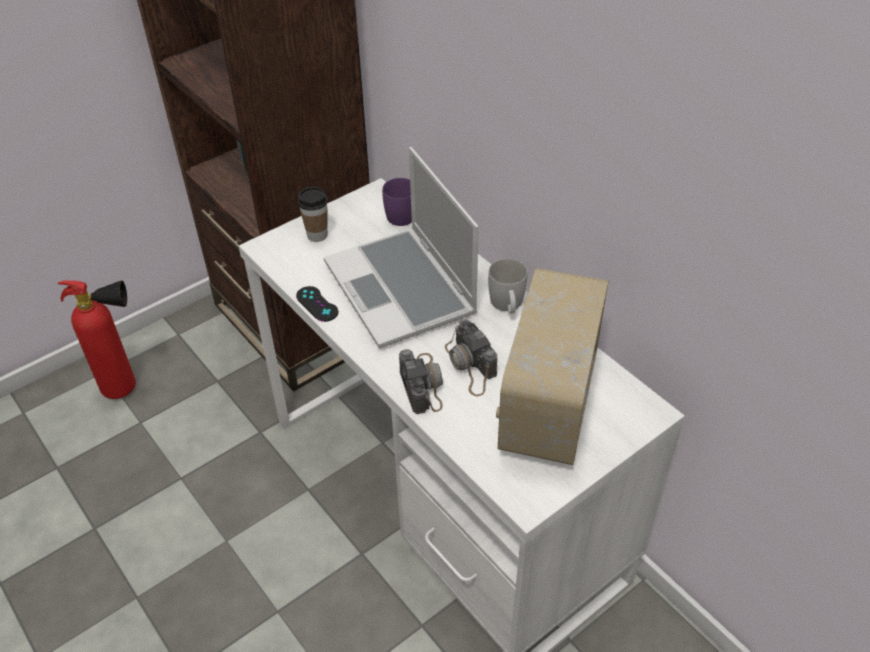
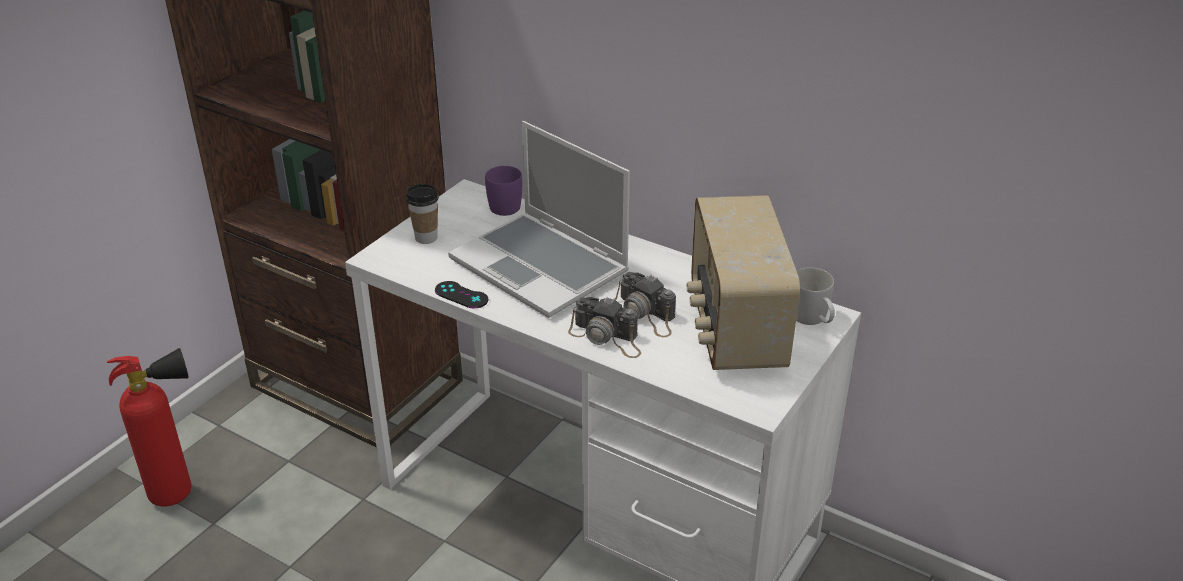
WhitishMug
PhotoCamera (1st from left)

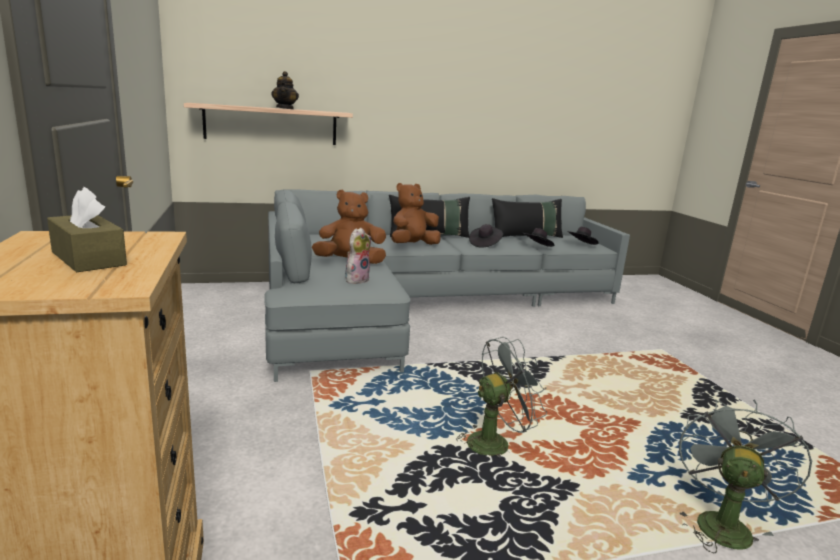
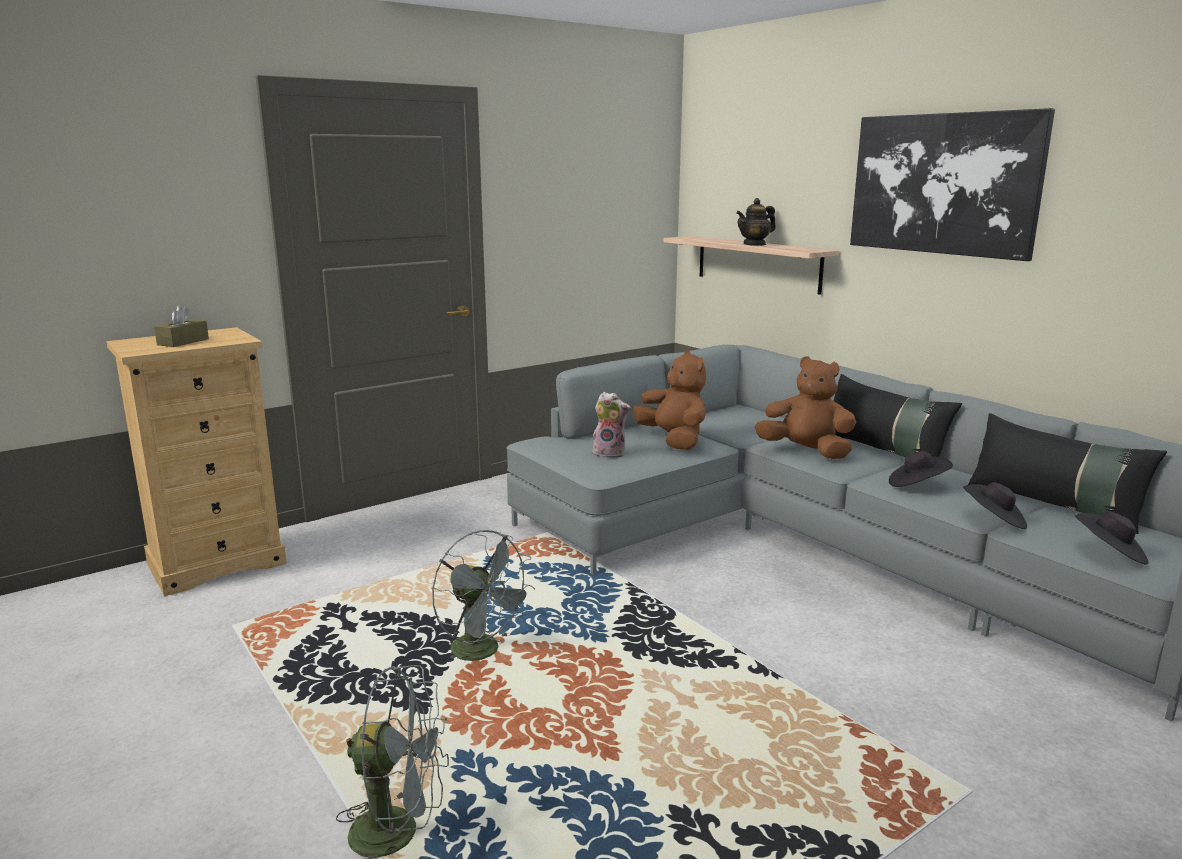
Picture

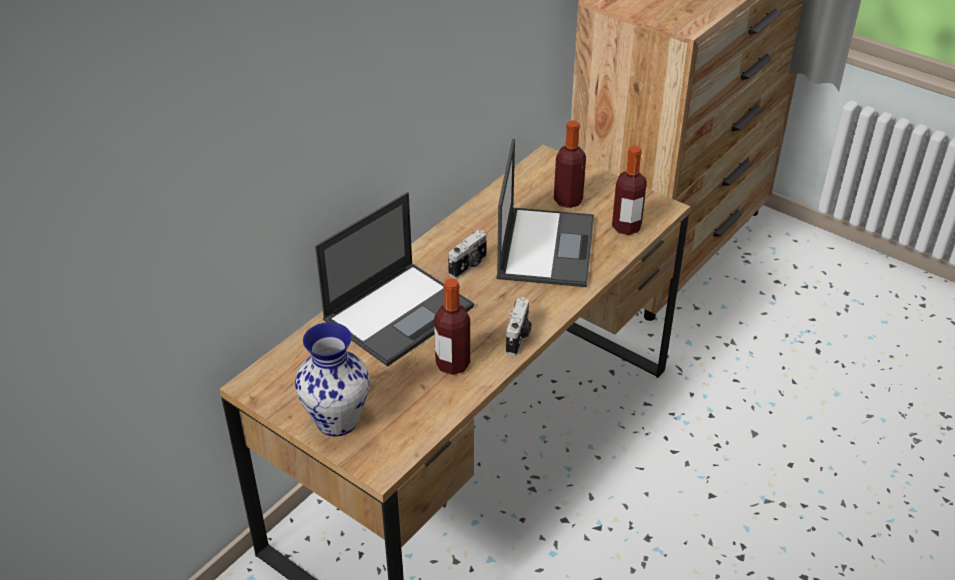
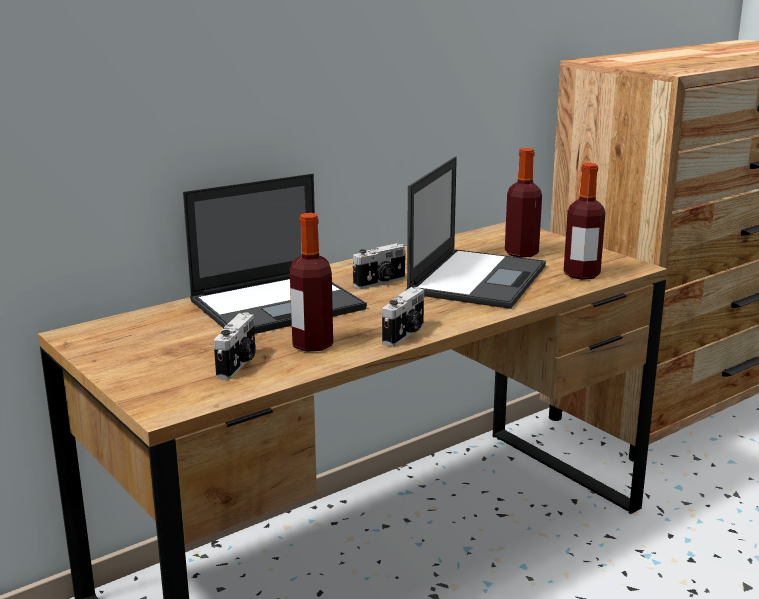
DecorativeVase
PhotoCamera (1st from left)

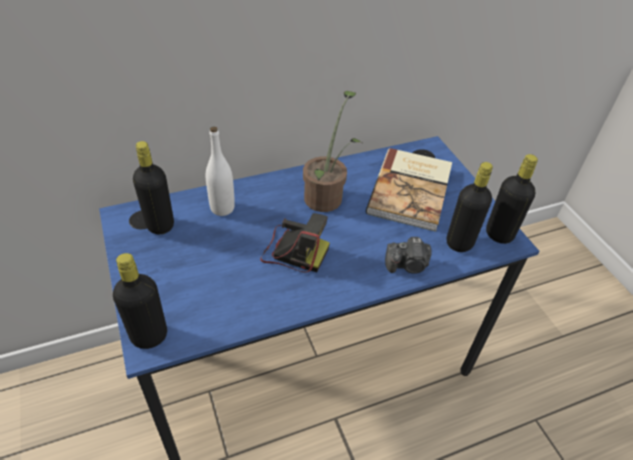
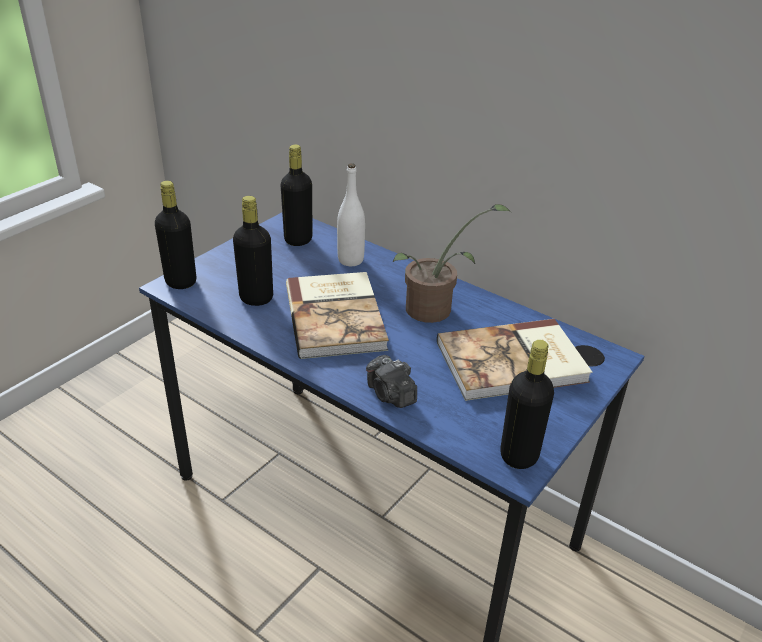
BlackBottle (2nd from left)
BoundBook (1st from left)

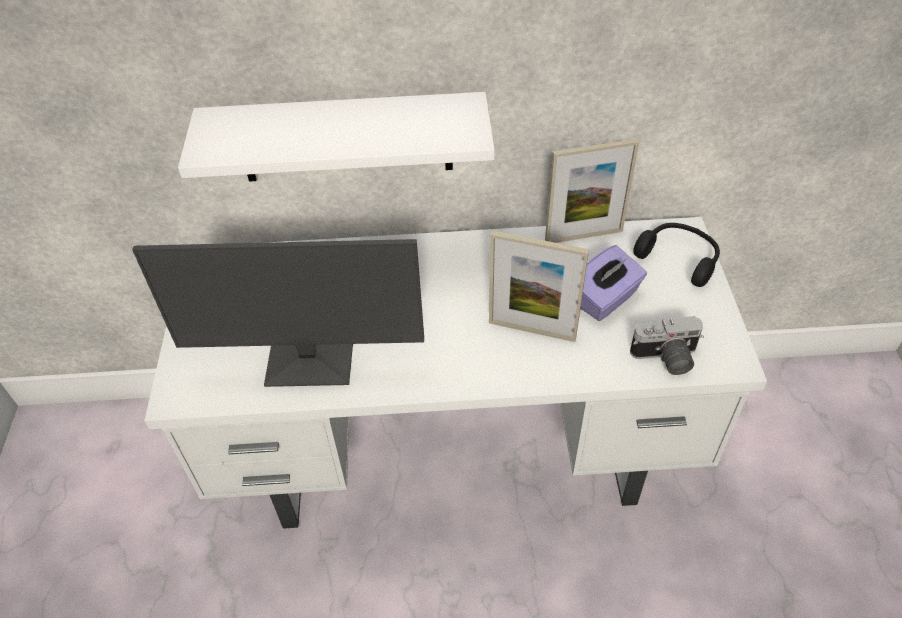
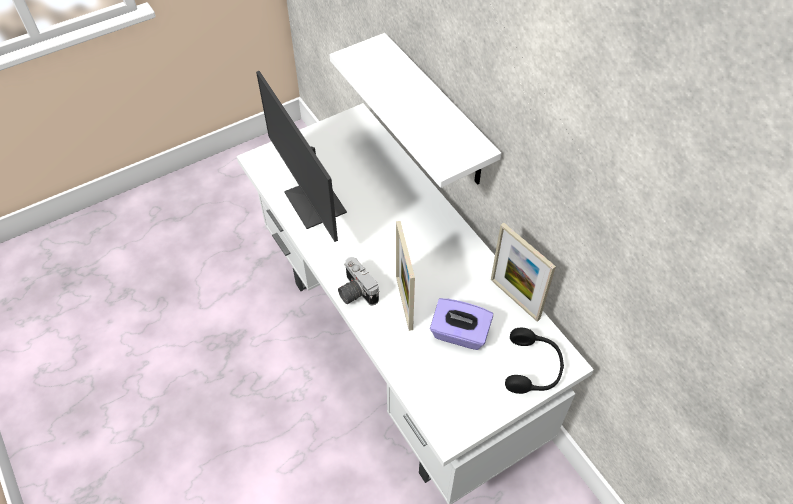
PhotoCamera

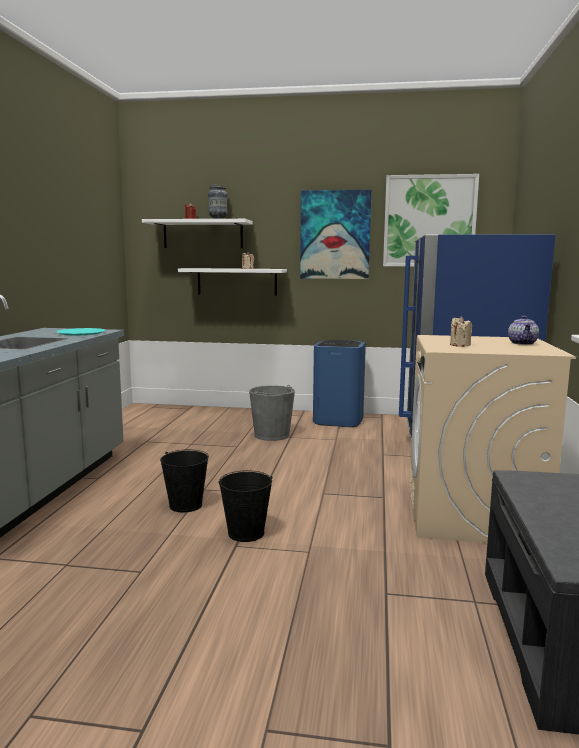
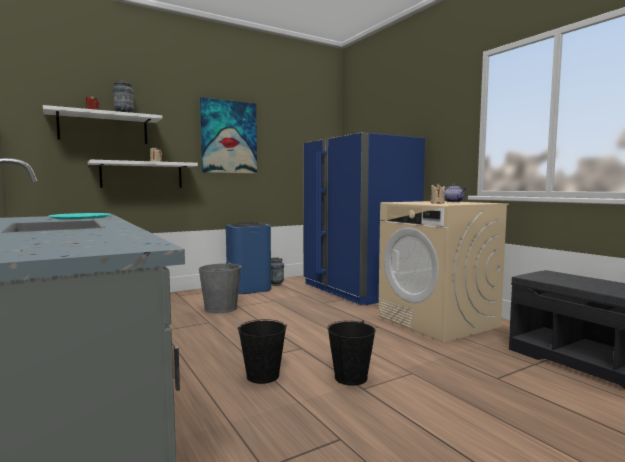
Picture (2nd from left in the first image)
DecorativeVase (2nd from left)

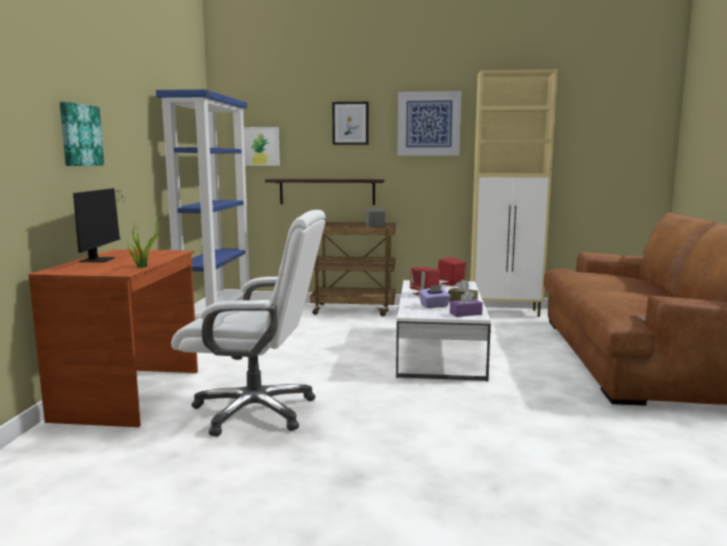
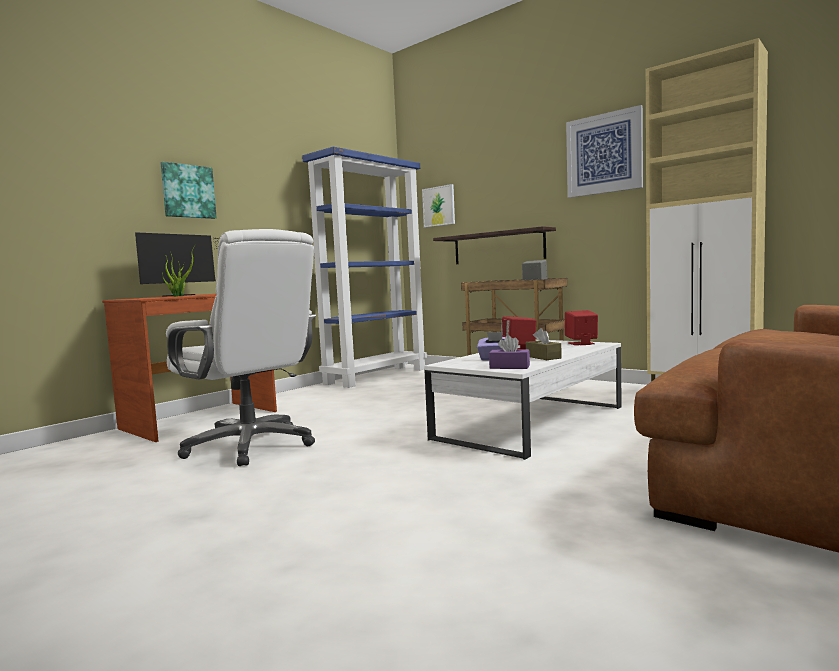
Picture (3rd from left in the first image)

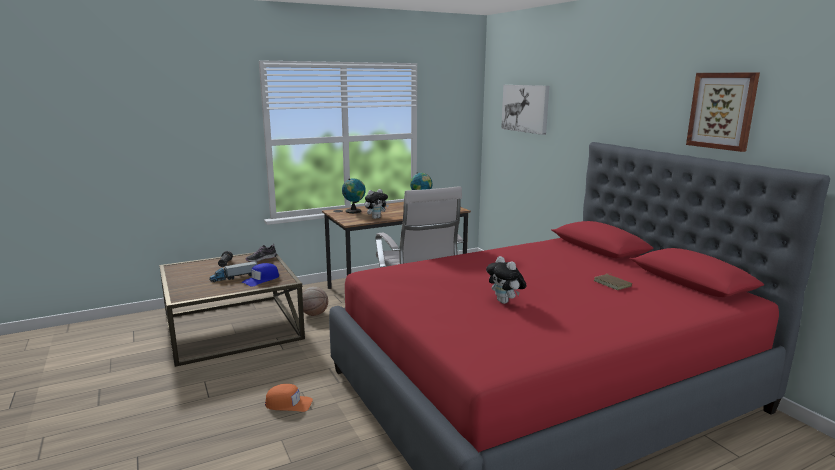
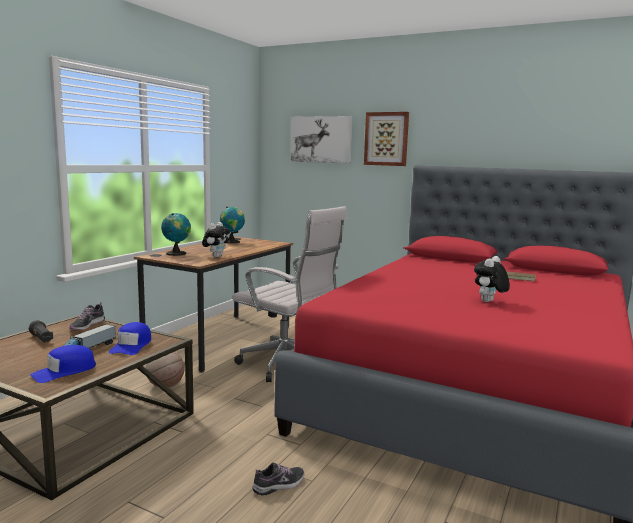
BluishPeakedCap (1st from left)
Picture (2nd from left)
ItemOfFootwear (2nd from left)
PlushToy (2nd from left)

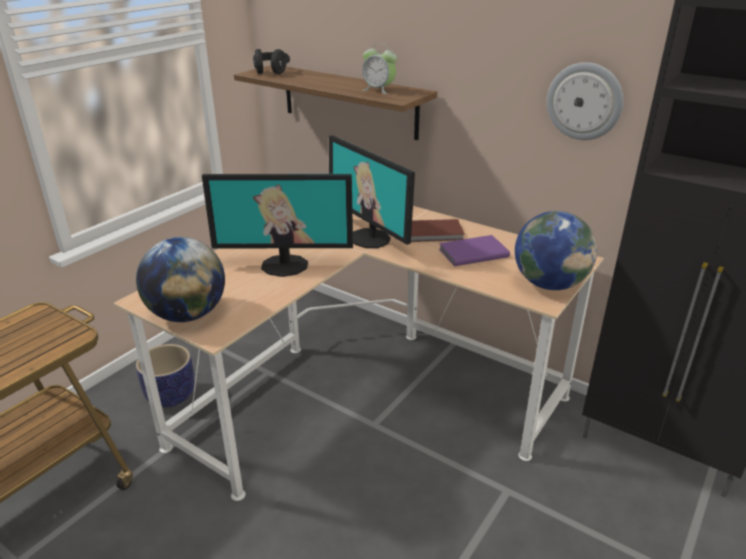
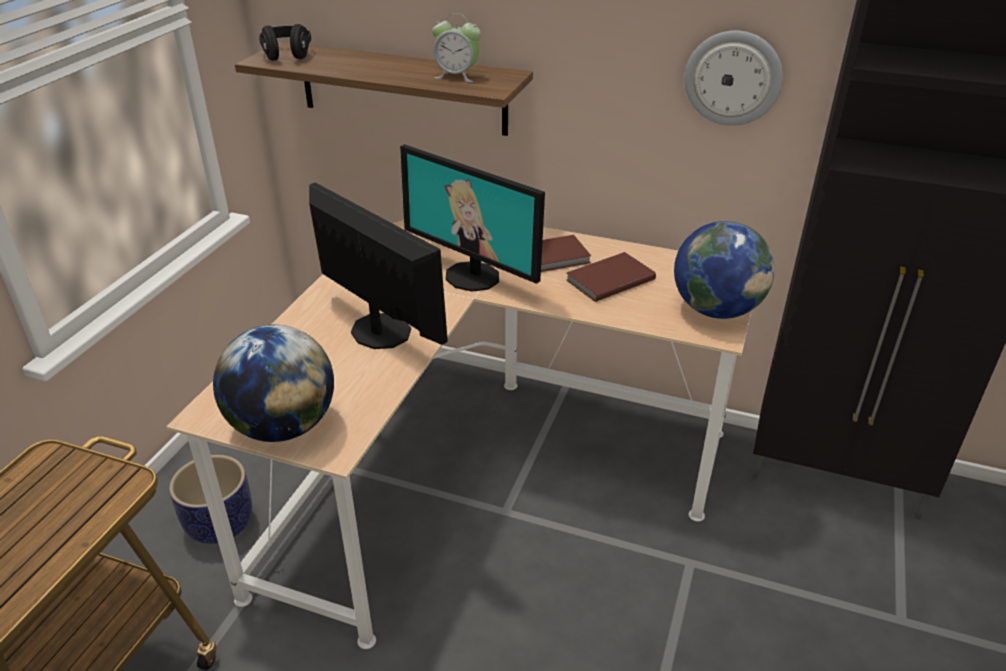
BrownishBoundBook (2nd from left)
Monitor (1st from left)

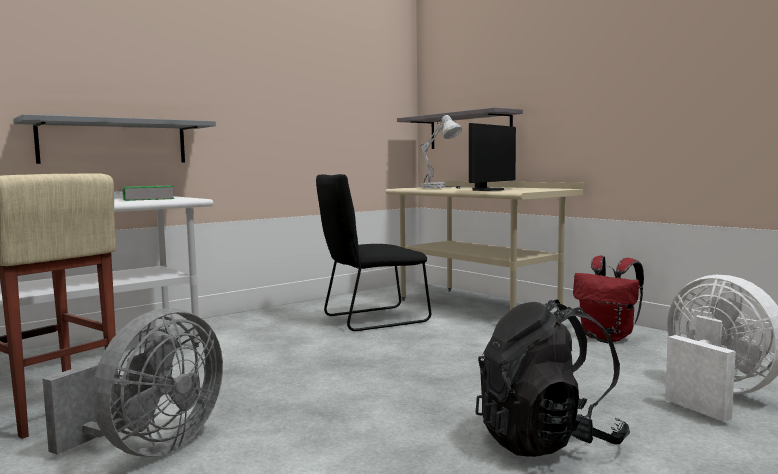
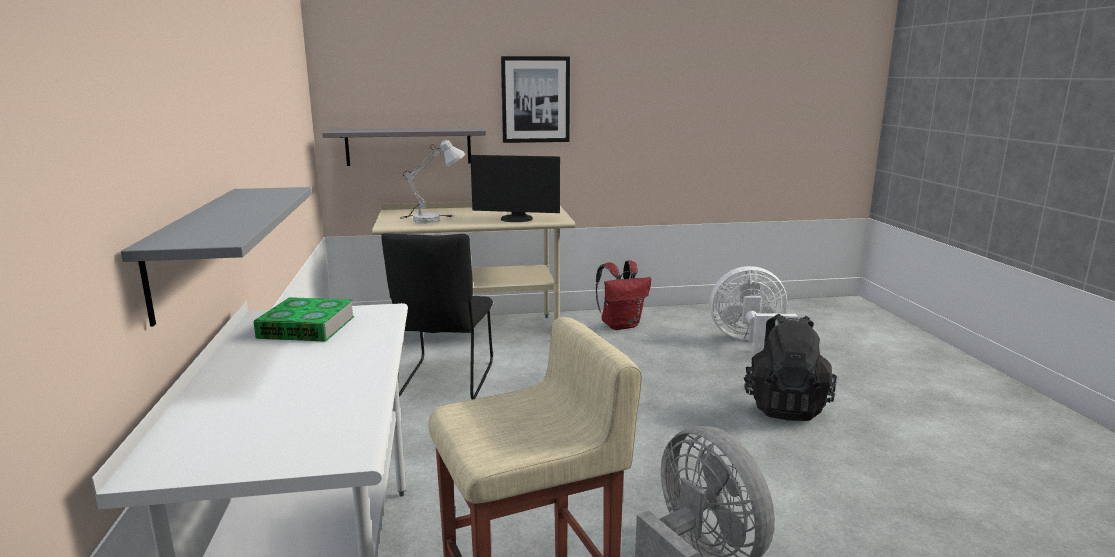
Picture
Monitor

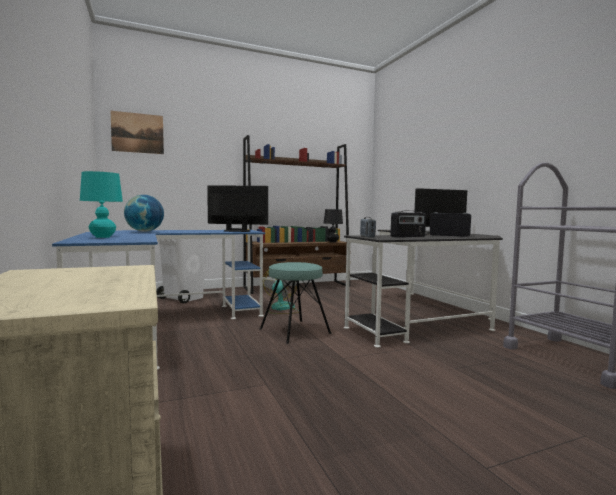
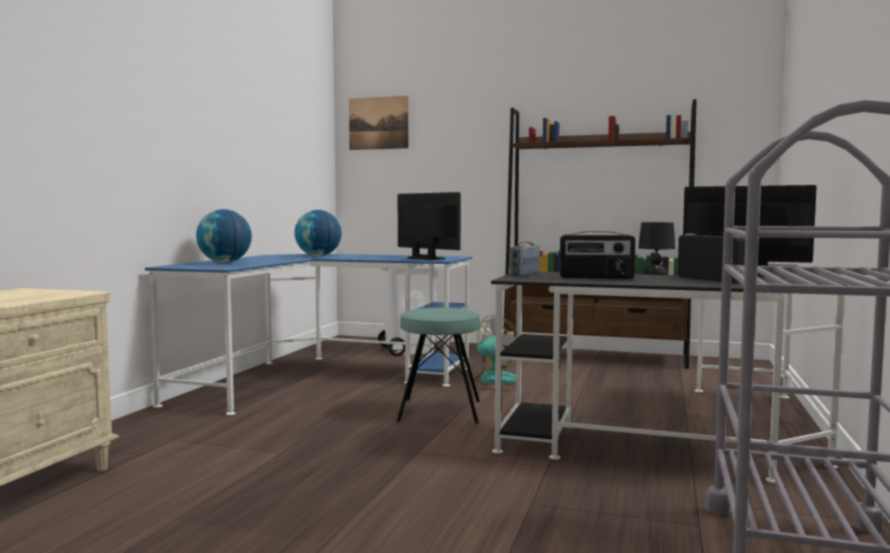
Globe (1st from left)

